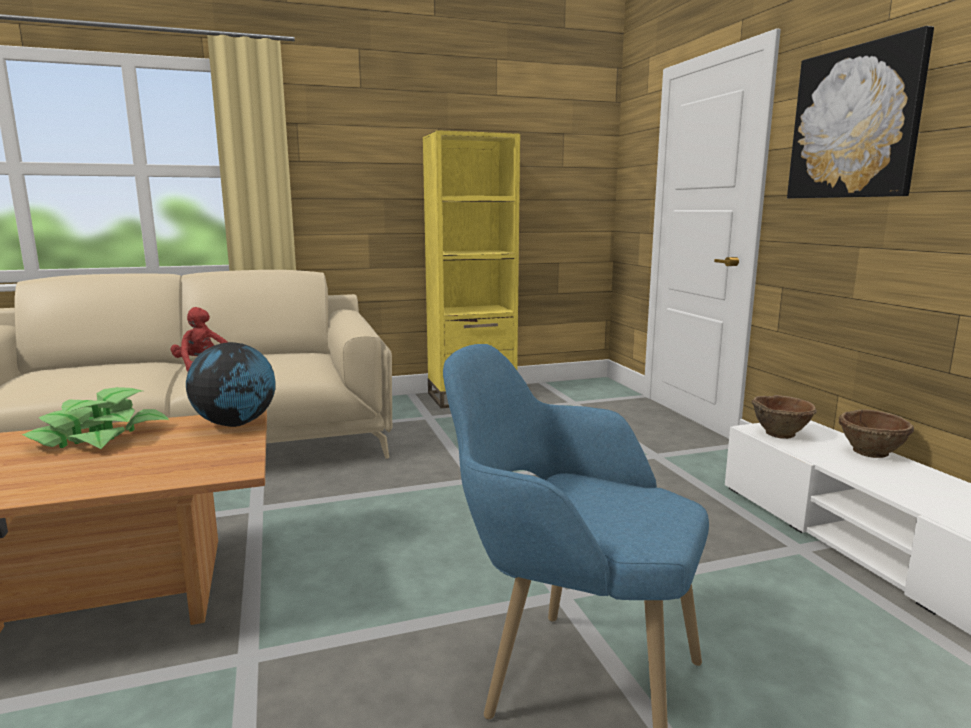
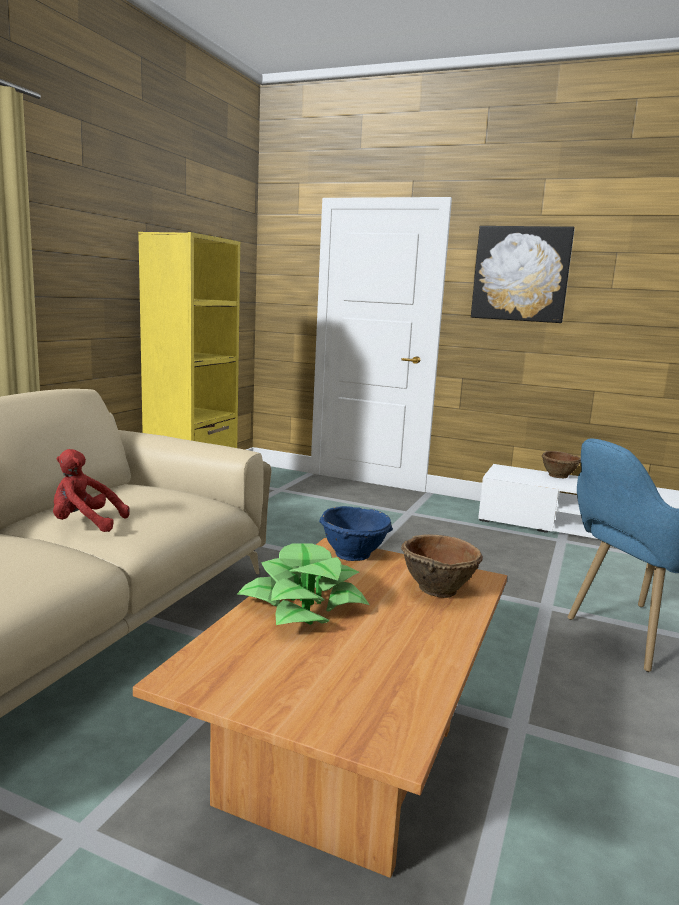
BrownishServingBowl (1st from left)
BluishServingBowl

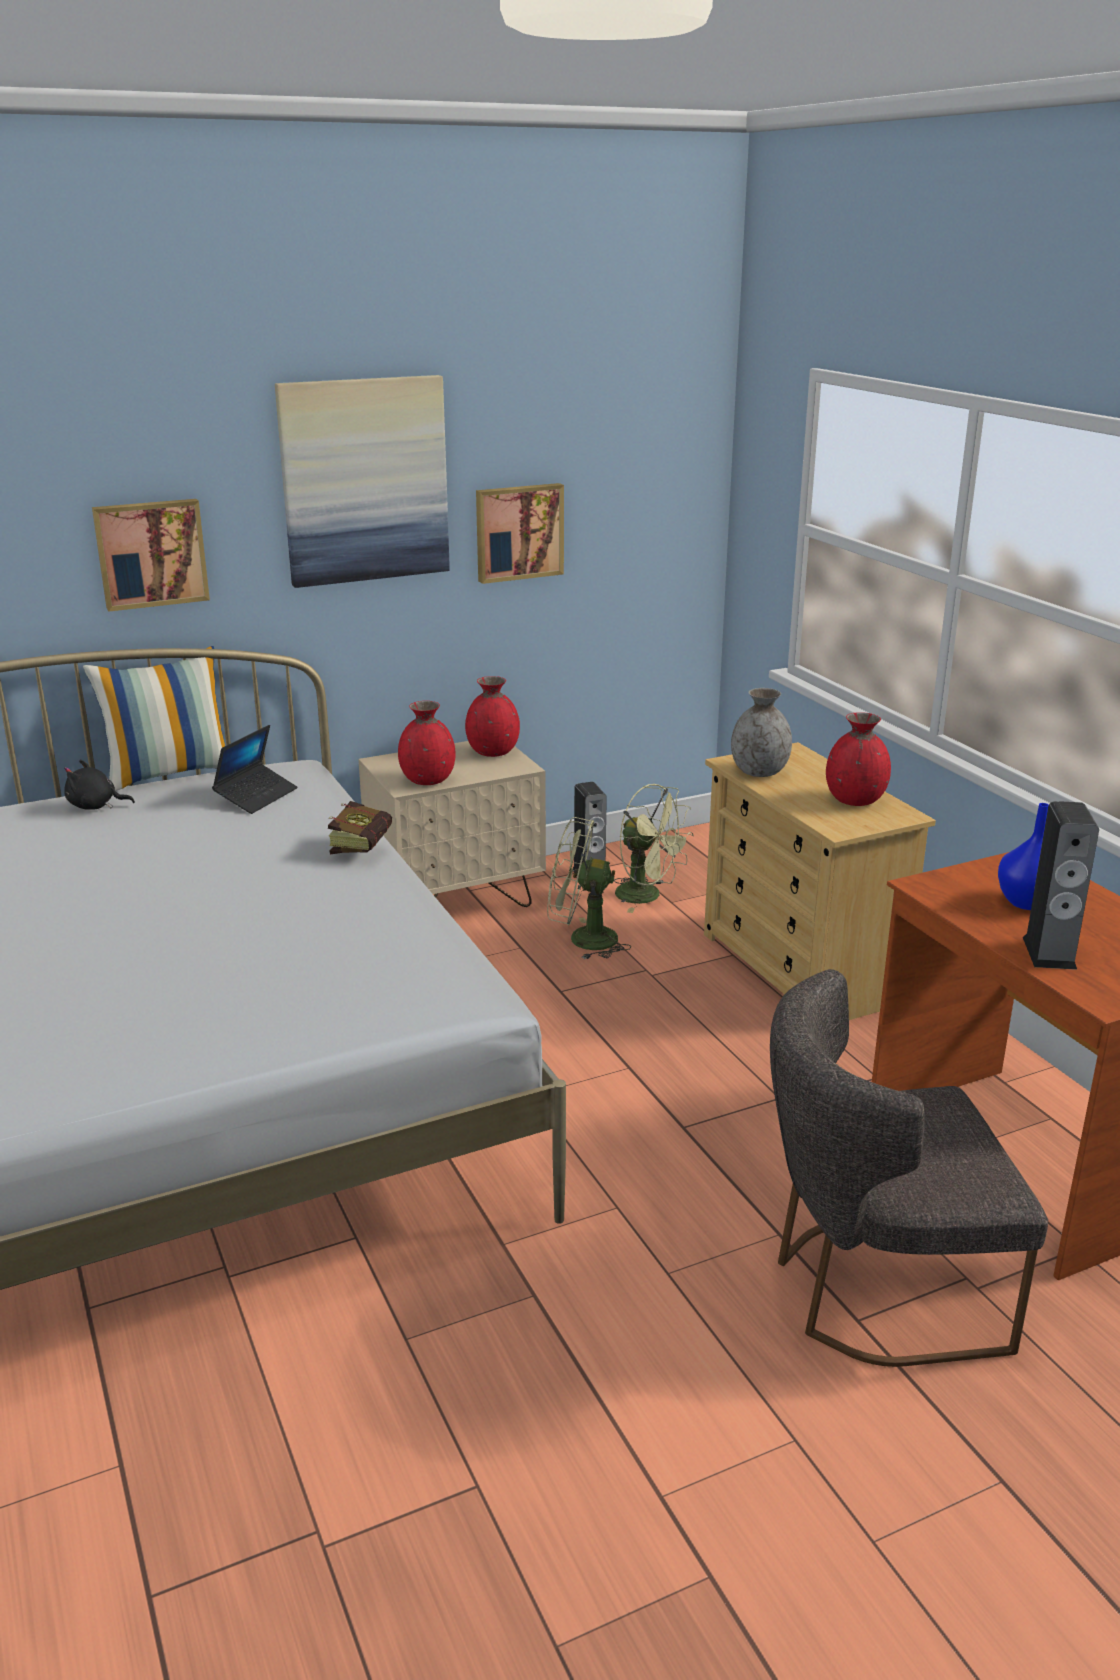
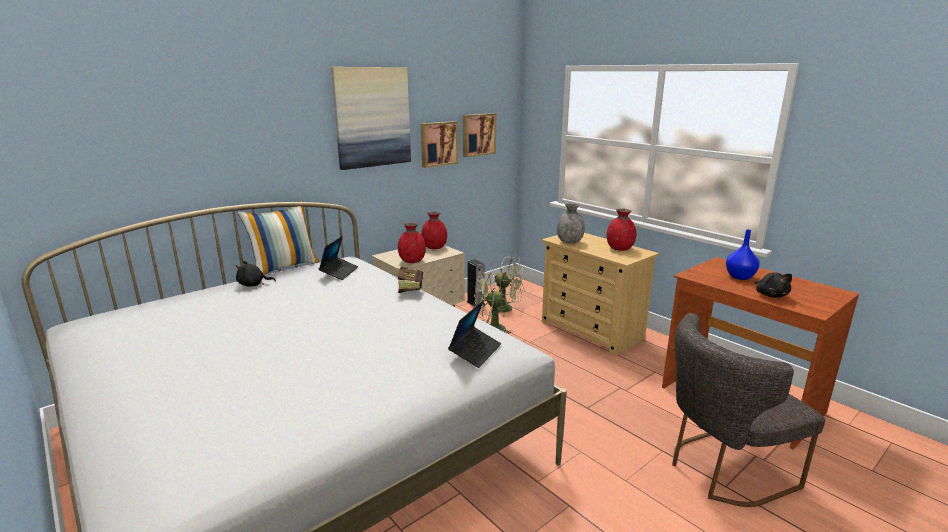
Laptop (2nd from left)
Picture (3rd from left)
BlackPlushToy (2nd from left)

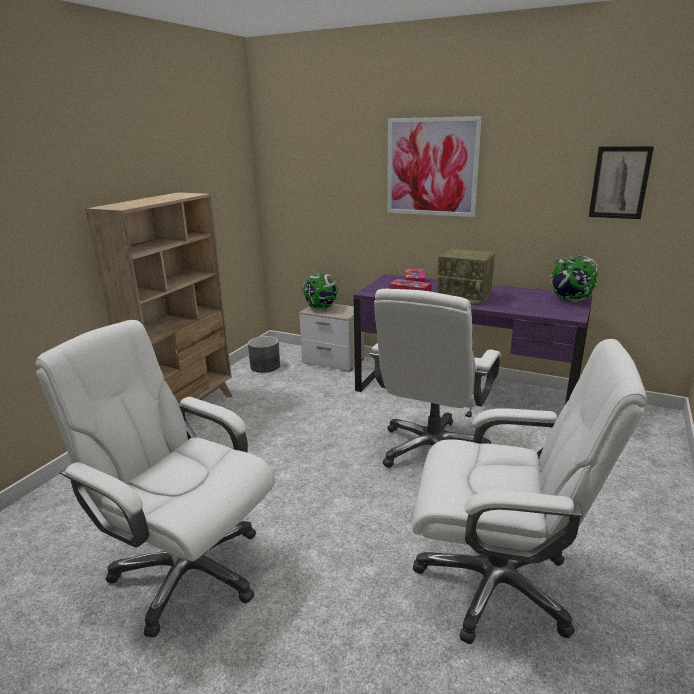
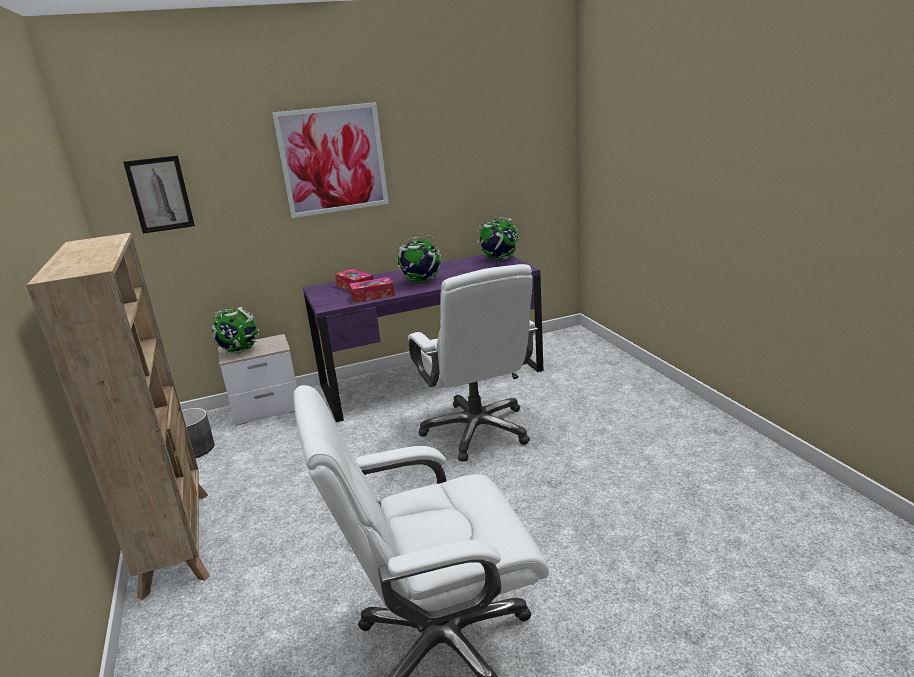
WhitishOfficeChair (3rd from left in the first image)
Picture (1st from left)
Globe (2nd from left)

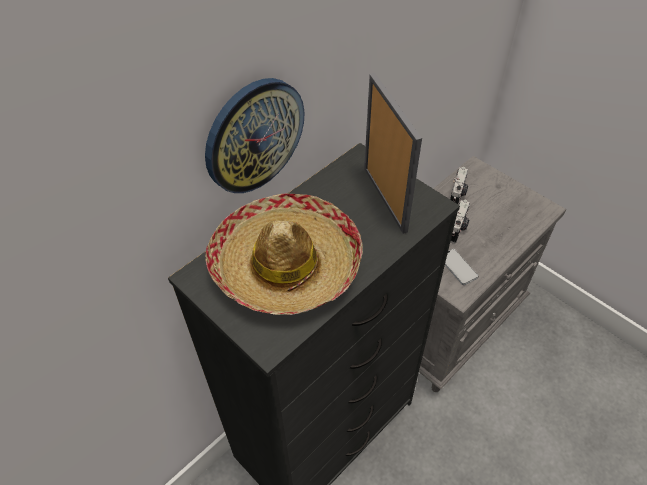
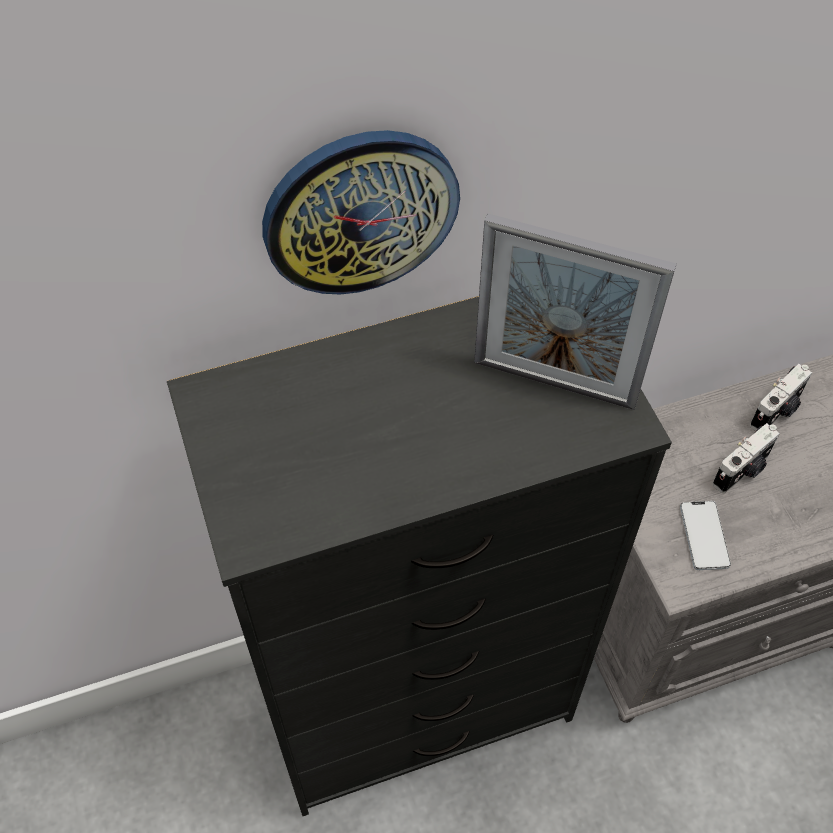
ClothingHat
PhotoFrame

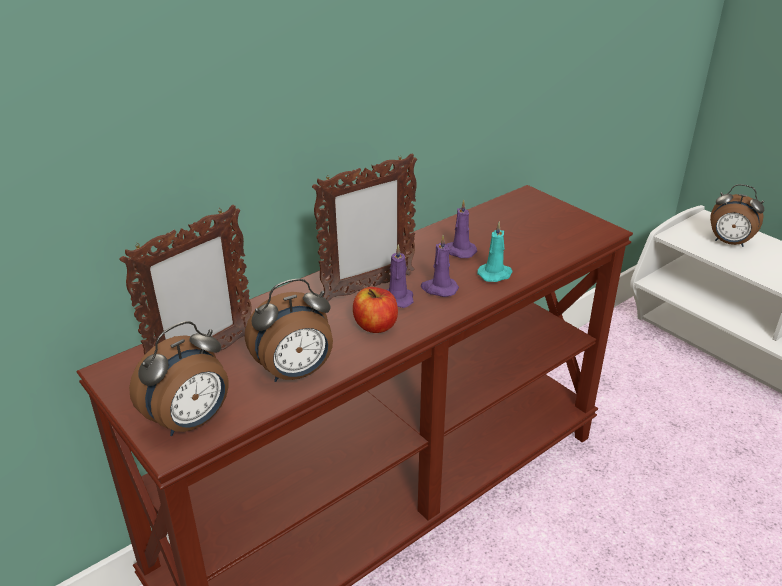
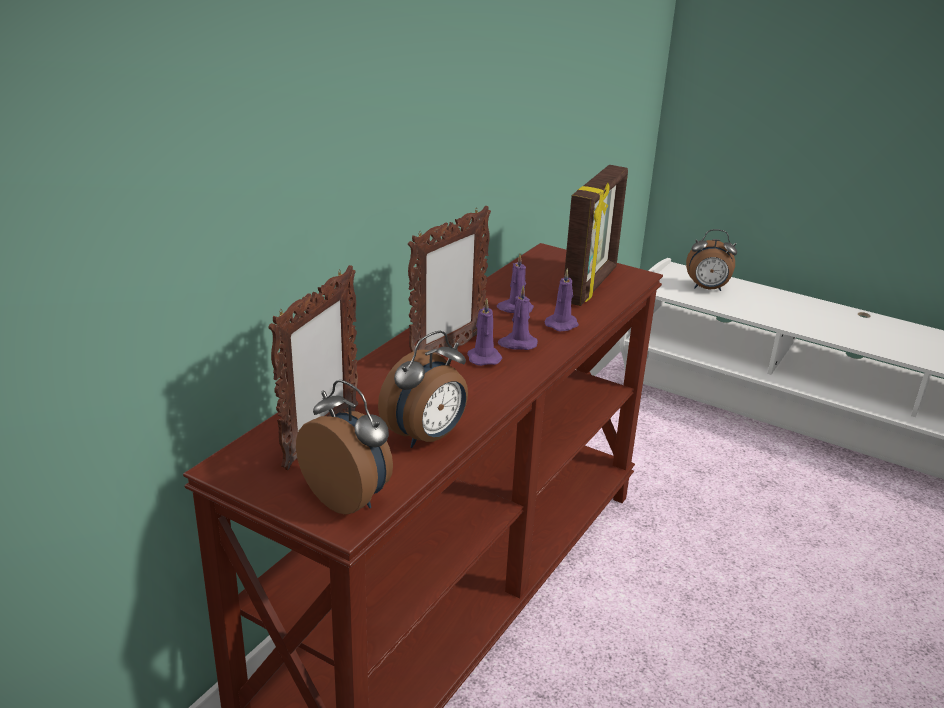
Apple
PhotoFrame (3rd from left)
PurplishWaxCandle (4th from left)
AlarmClock (1st from left)

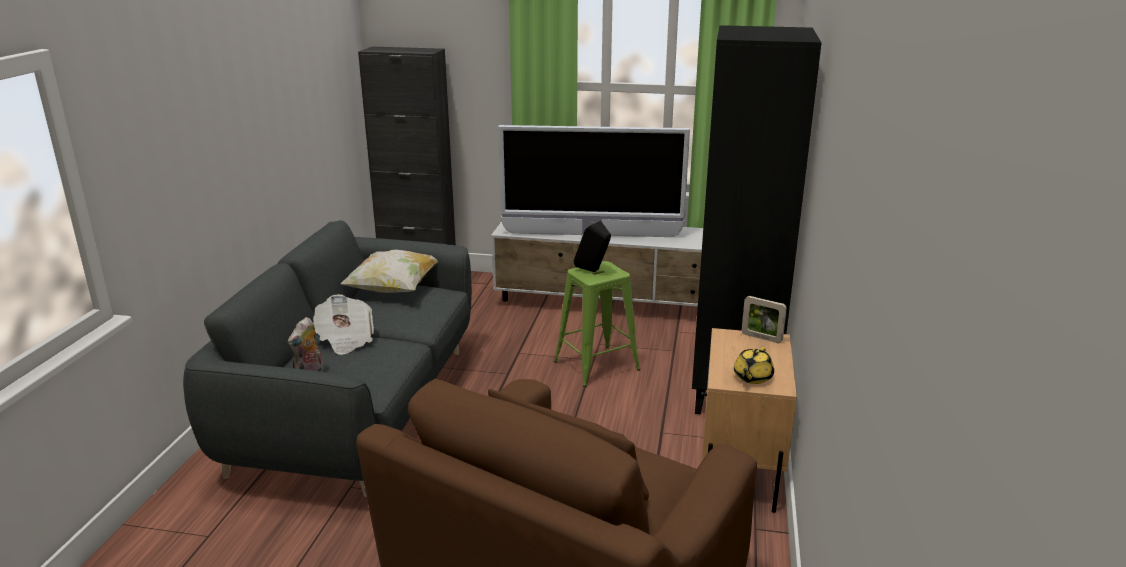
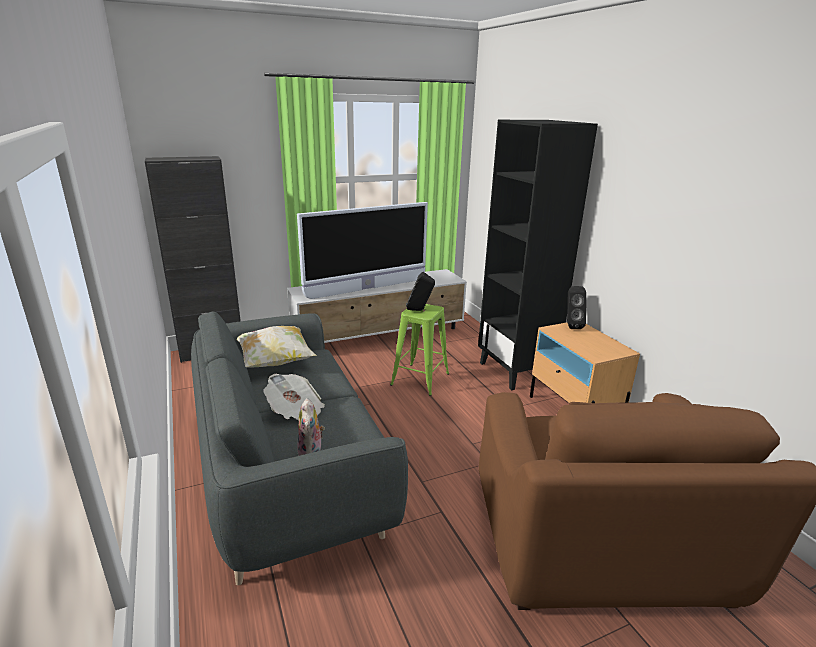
YellowTeaPot
BlackLoudspeaker (2nd from left)

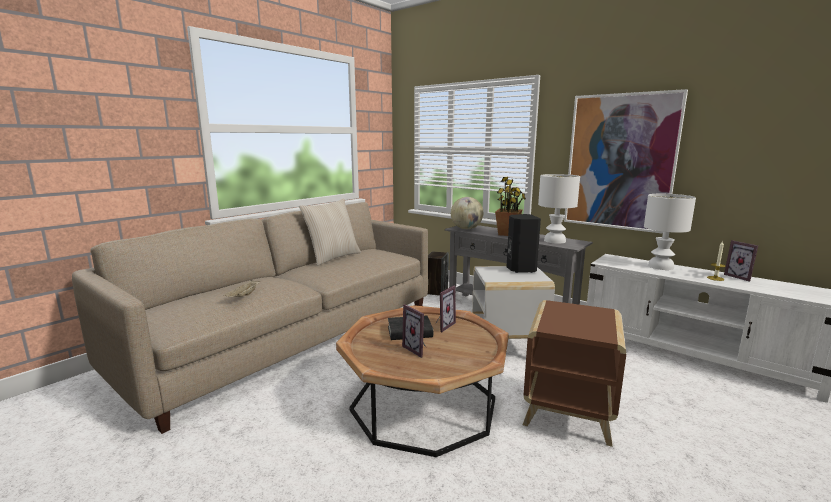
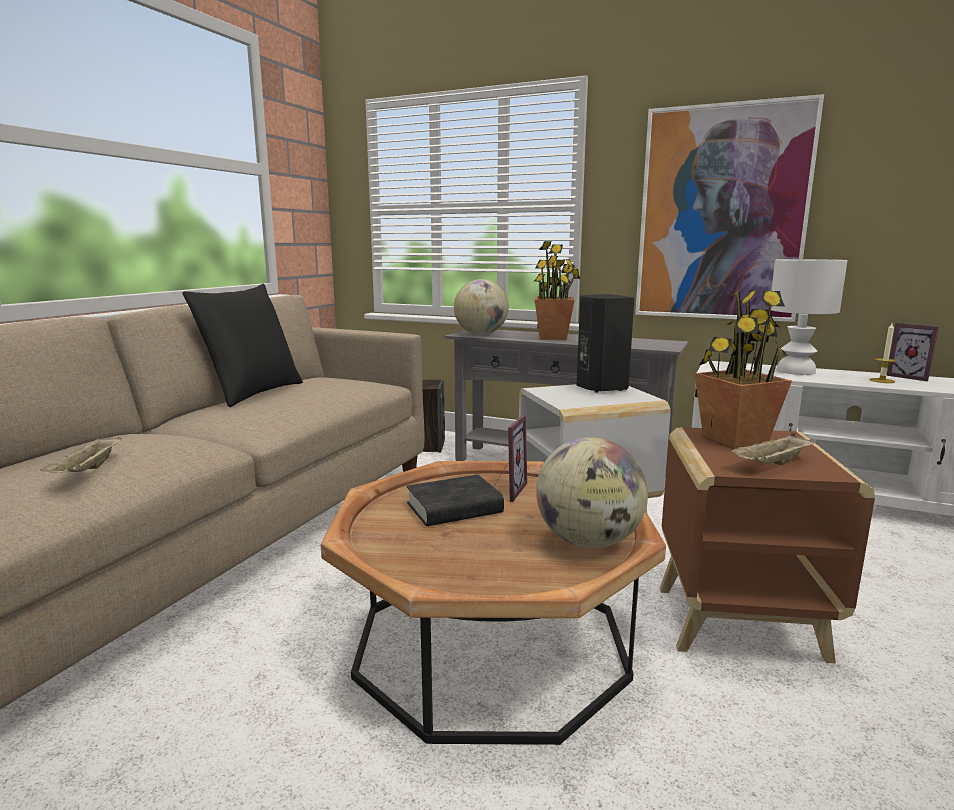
PhotoFrame (1st from left in the first image)
WhitishLampForATable (1st from left in the first image)
Globe (2nd from left)
Houseplant (2nd from left)
SandColouredServingTray (2nd from left)
BlackThrowPillow

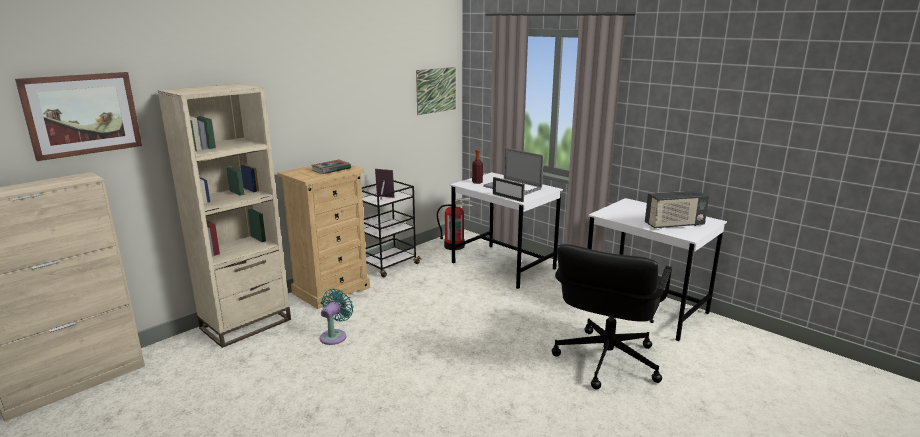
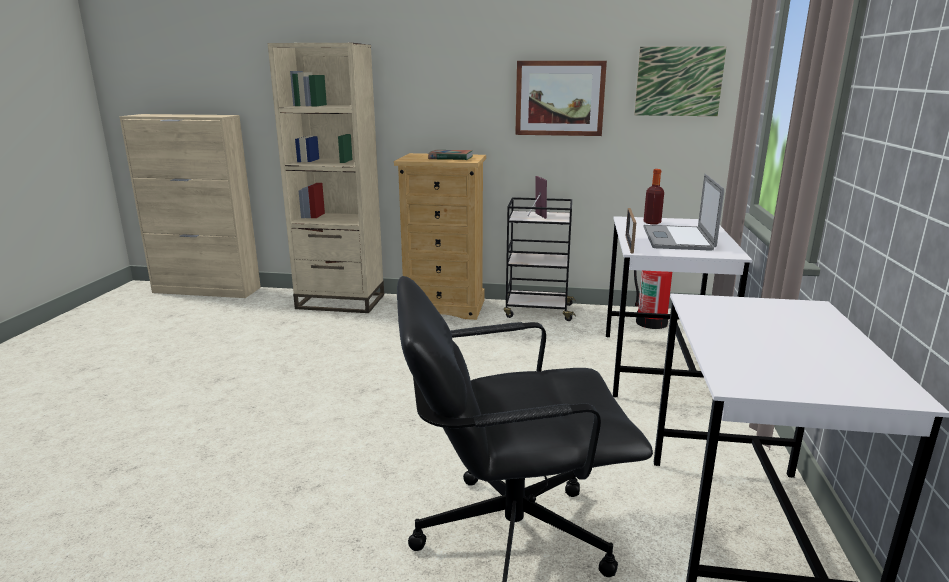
TurquoiseElectricFan
RadioReceiver
Picture (1st from left)

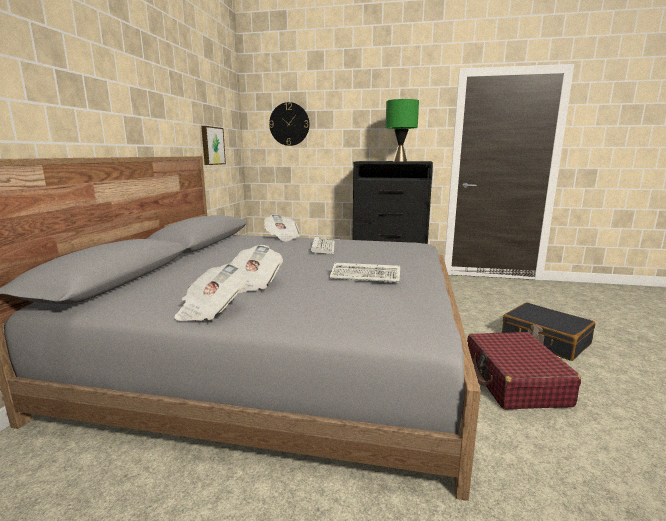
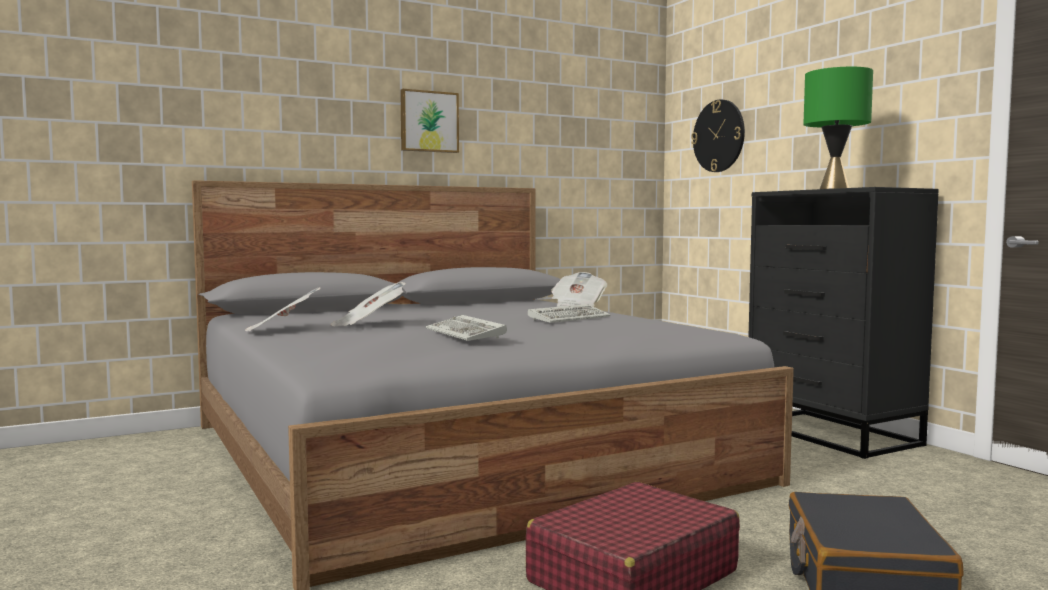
Picture

